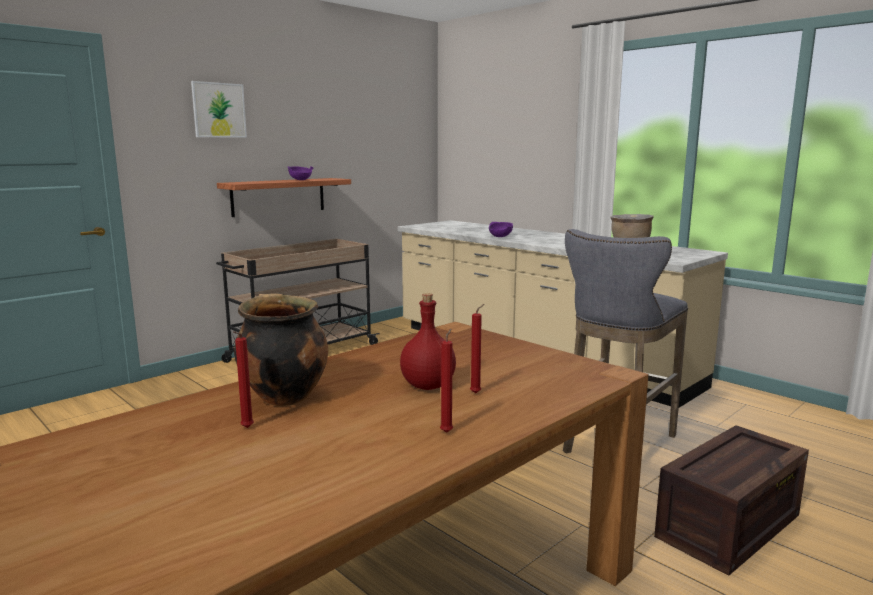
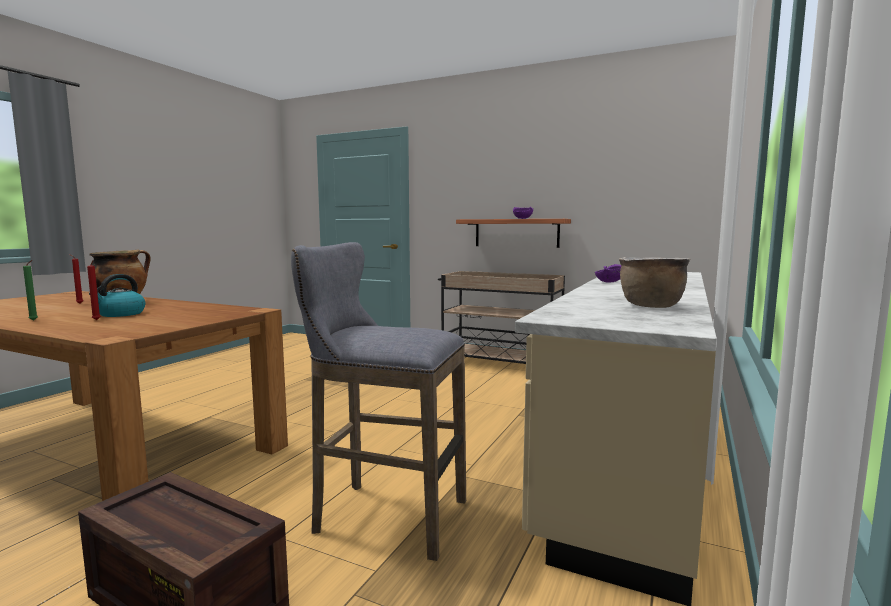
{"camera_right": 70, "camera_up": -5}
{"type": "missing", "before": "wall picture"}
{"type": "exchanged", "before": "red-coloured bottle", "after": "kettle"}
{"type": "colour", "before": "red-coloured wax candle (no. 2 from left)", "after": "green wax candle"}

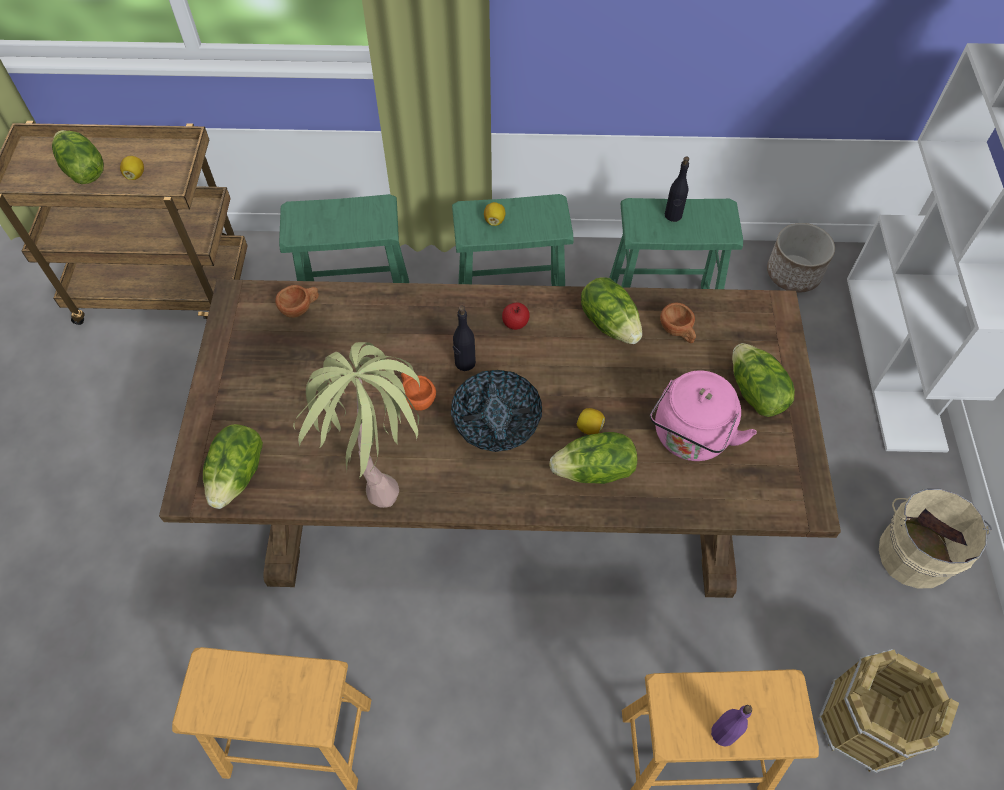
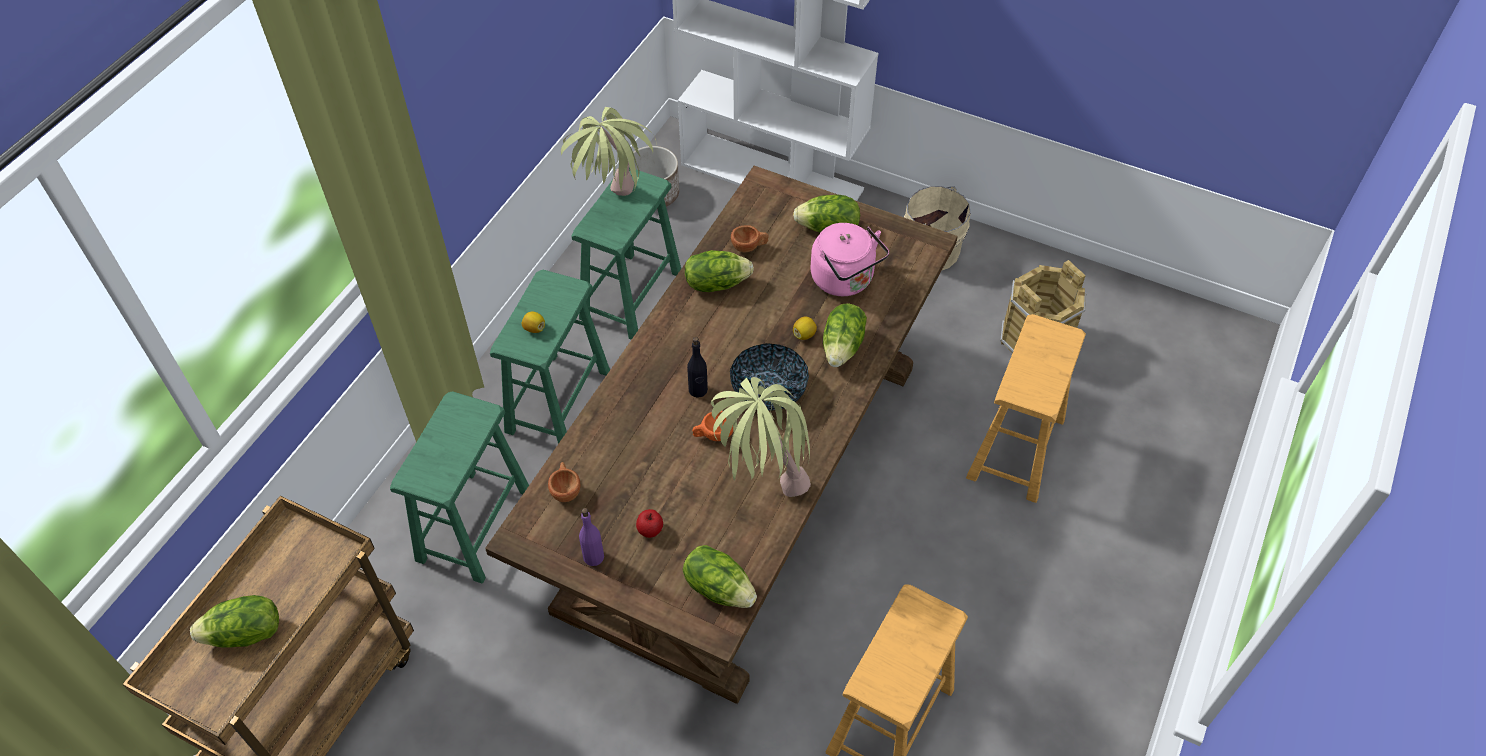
{"camera_right": -65, "camera_up": -5}
{"type": "missing", "before": "lemon (no. 1 from left)"}
{"type": "relocated", "before": "apple"}
{"type": "exchanged", "before": "black bottle (no. 2 from left)", "after": "plant in a pot (no. 1 from left)"}
{"type": "relocated", "before": "purple-coloured bottle"}

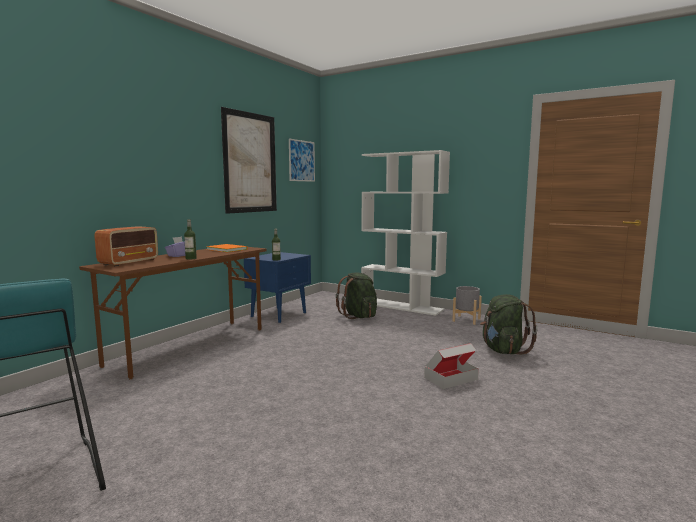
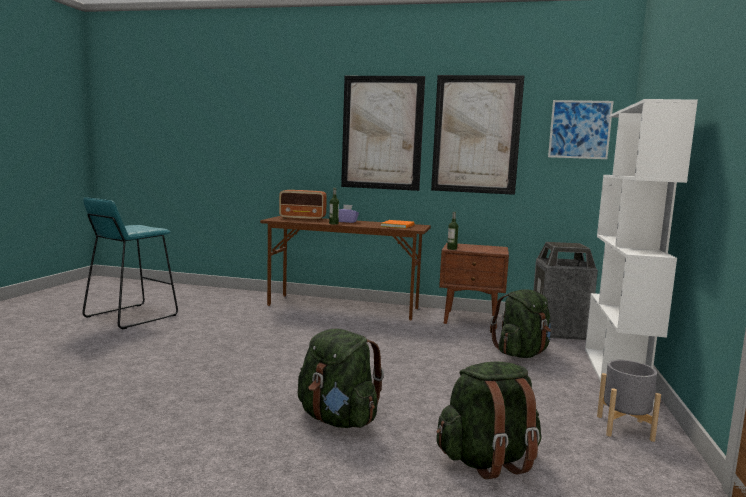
{"camera_right": 70, "camera_up": 0}
{"type": "colour", "before": "blue-coloured bedside table", "after": "brown bedside table"}
{"type": "exchanged", "before": "carton", "after": "green rucksack (no. 1 from left)"}
{"type": "appeared", "after": "wall picture (no. 1 from left)"}
{"type": "appeared", "after": "trash can"}

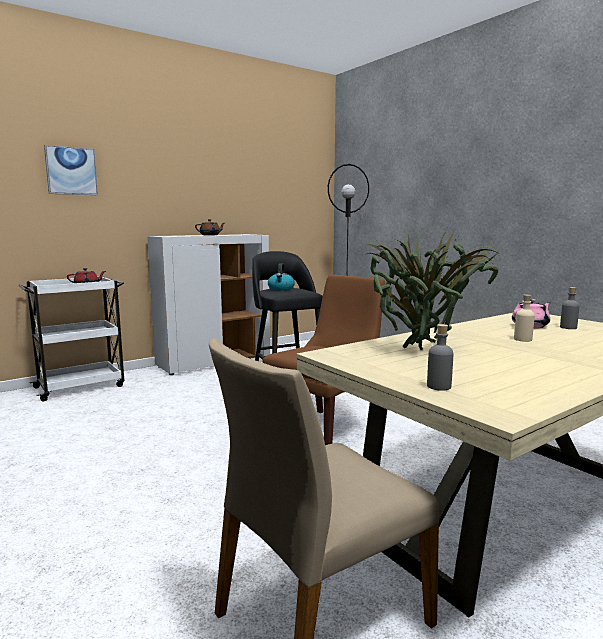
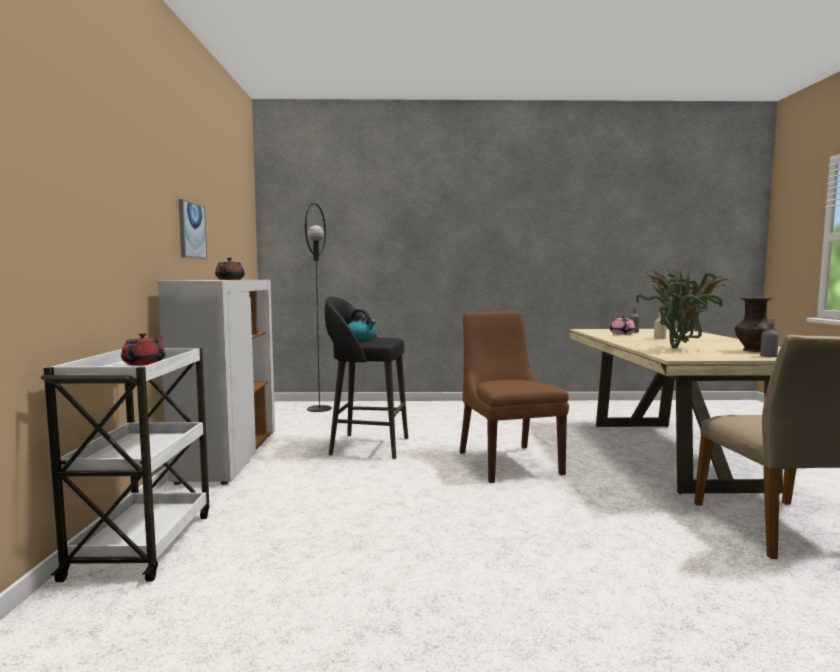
{"camera_right": -55, "camera_up": -5}
{"type": "relocated", "before": "wall picture"}
{"type": "appeared", "after": "brown flower vase"}

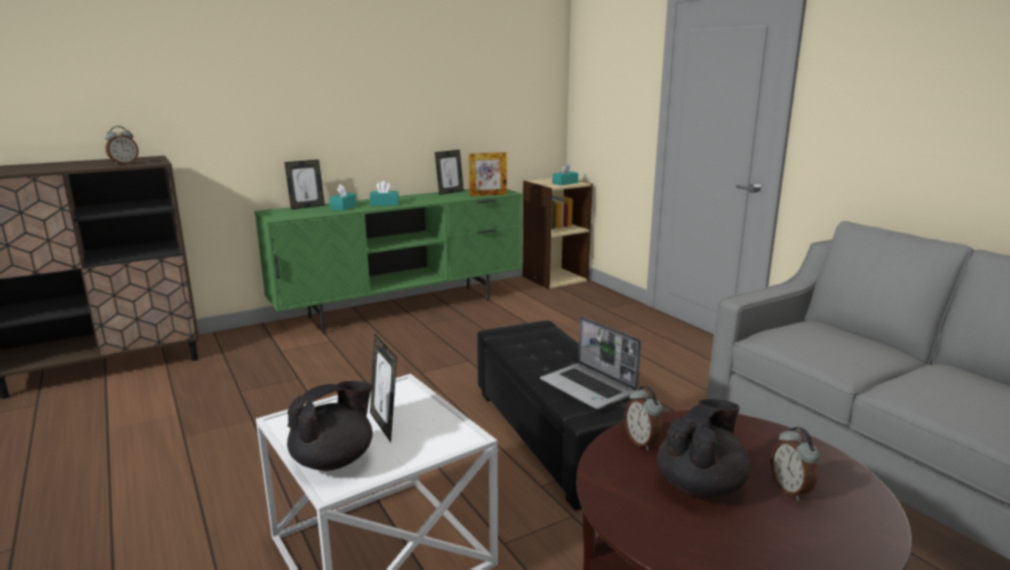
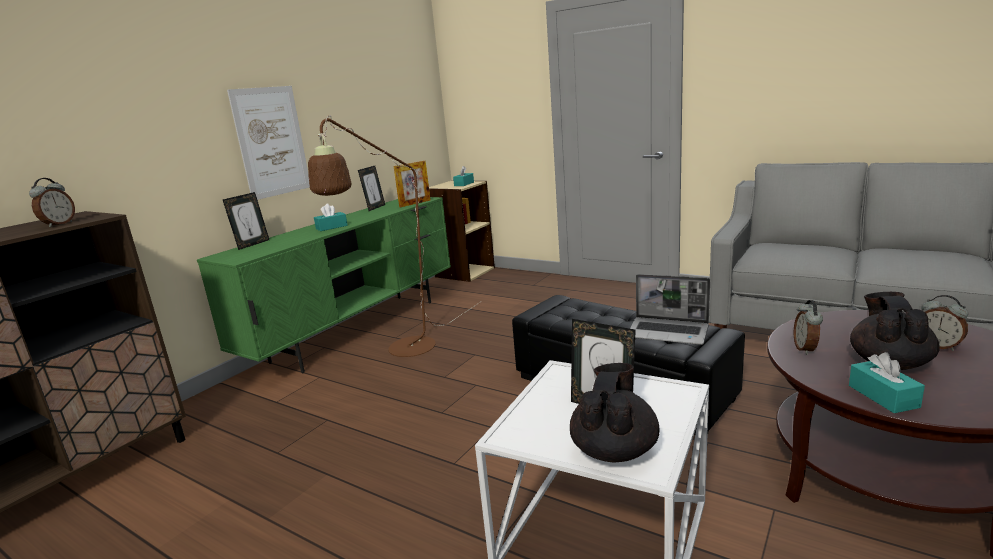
{"camera_right": -25, "camera_up": 0}
{"type": "relocated", "before": "turquoise-coloured tissue box (no. 1 from left in the first image)", "after": "turquoise-coloured tissue box (no. 3 from left)"}
{"type": "spun", "before": "alarm clock (no. 2 from left)", "turn": 60}
{"type": "appeared", "after": "wall picture"}
{"type": "appeared", "after": "brown standard lamp"}

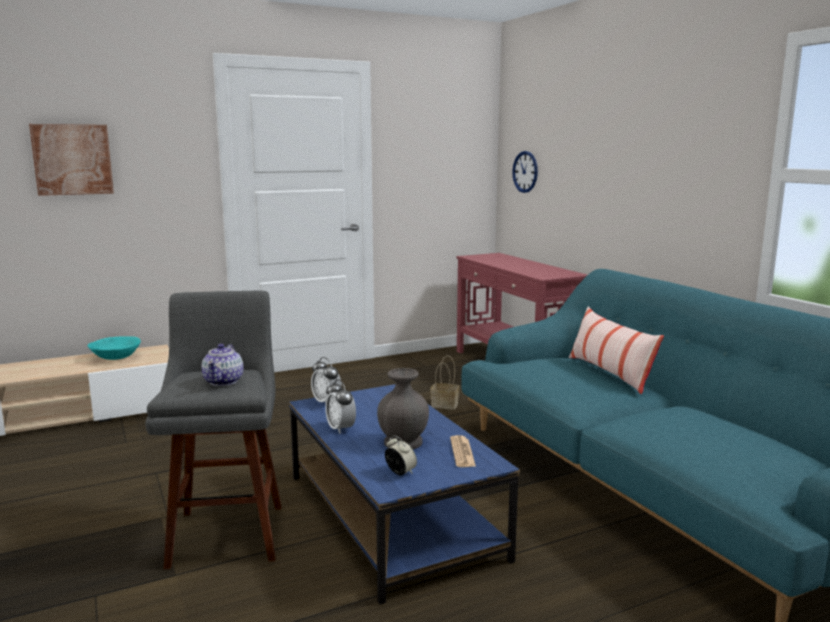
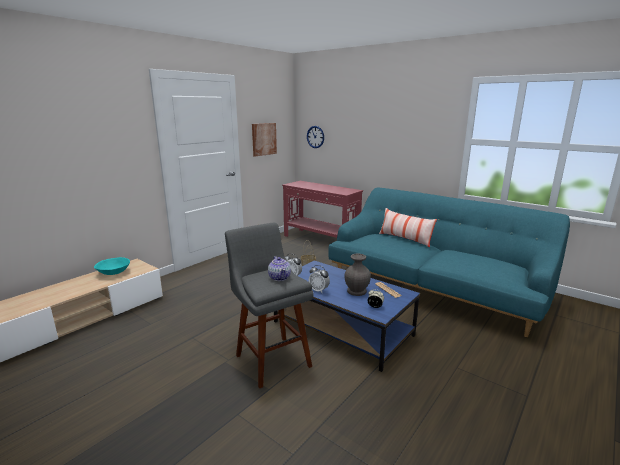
{"camera_right": -25, "camera_up": 5}
{"type": "relocated", "before": "wall picture"}

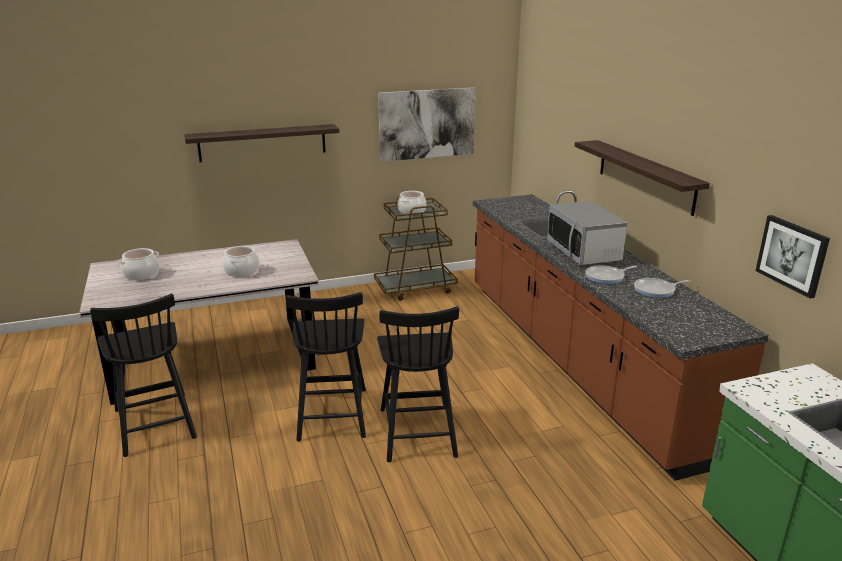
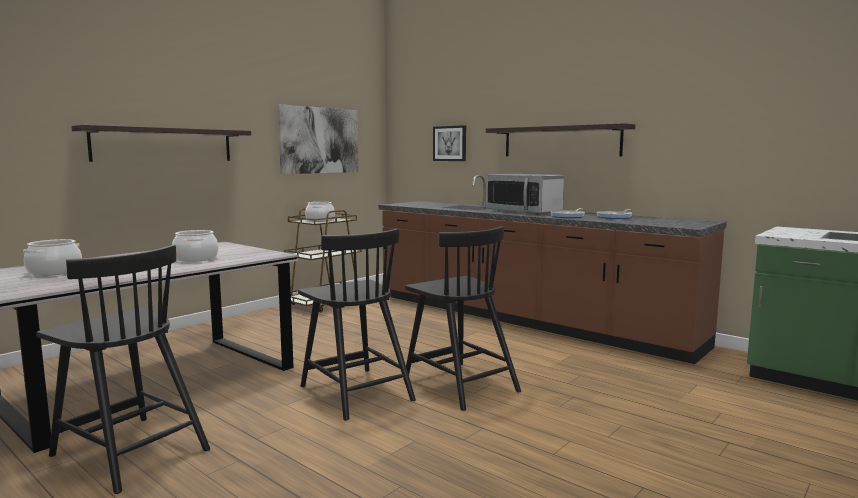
{"camera_right": -30, "camera_up": -15}
{"type": "relocated", "before": "wall picture (no. 2 from left)"}

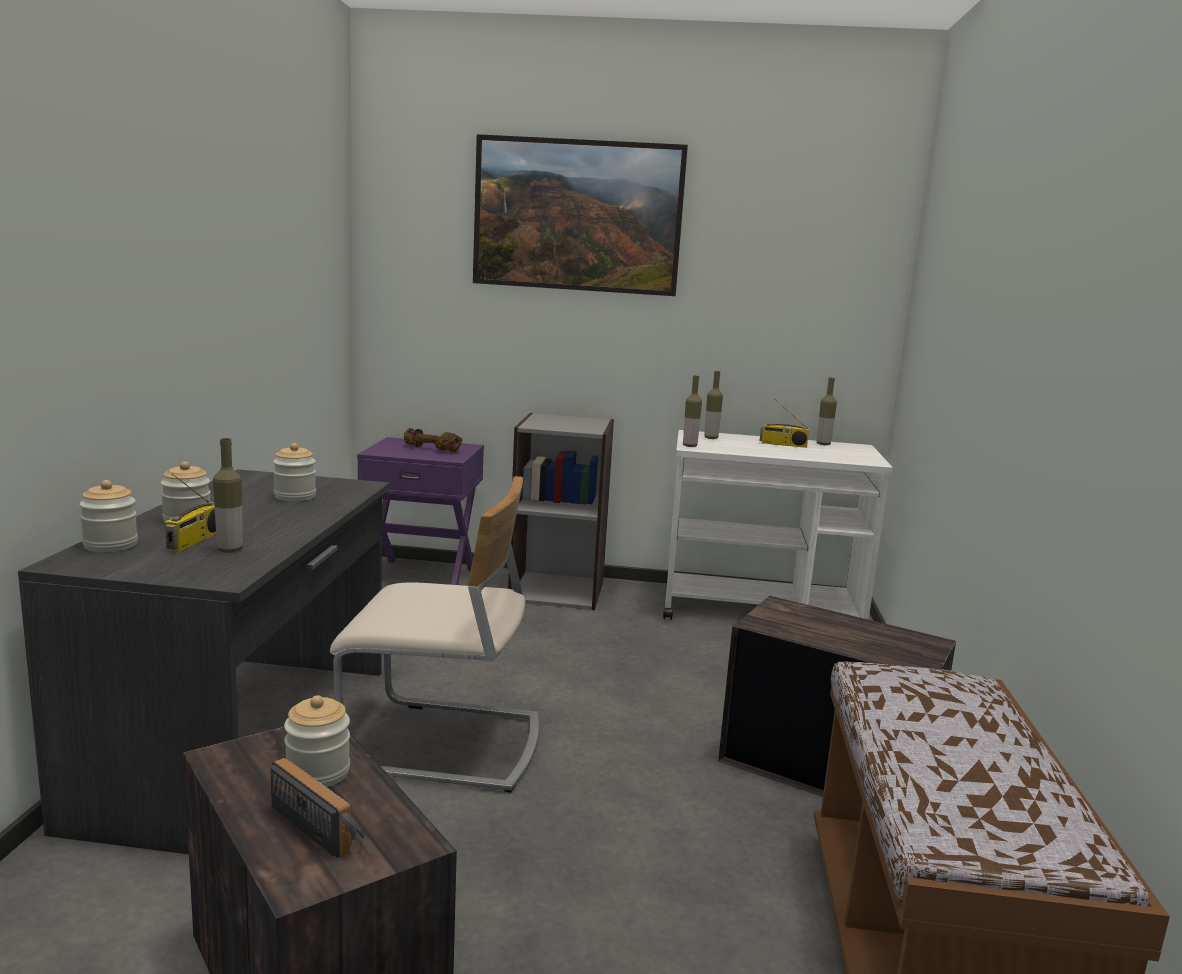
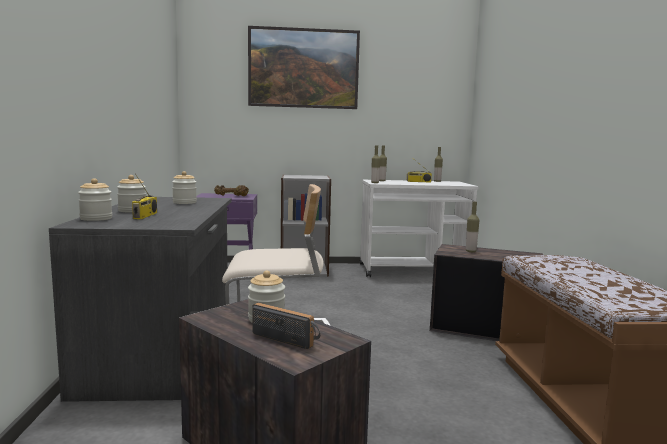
{"camera_right": -10, "camera_up": -5}
{"type": "relocated", "before": "bottle (no. 1 from left in the first image)", "after": "bottle (no. 4 from left)"}

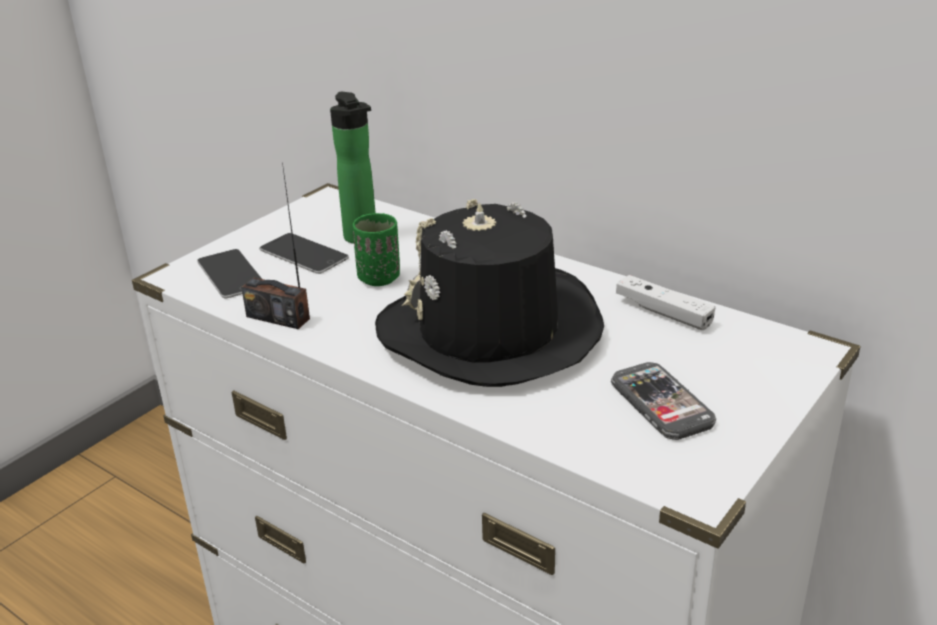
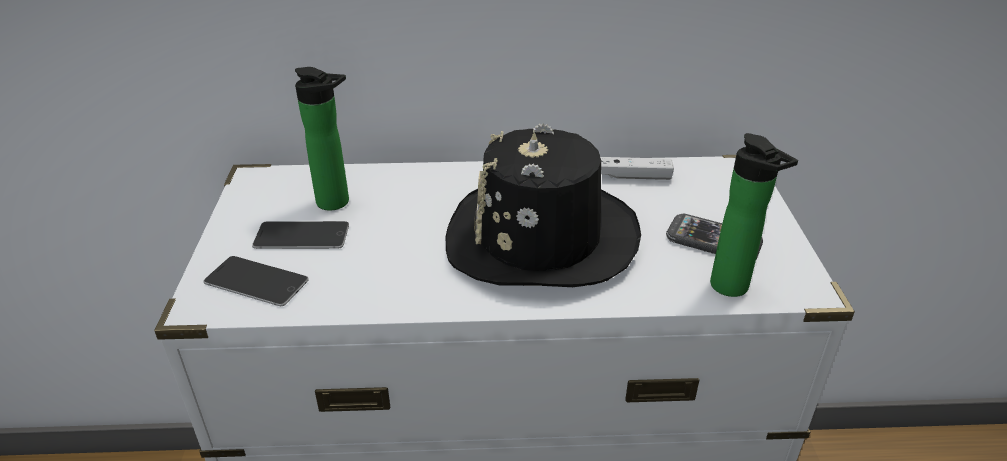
{"camera_right": -40, "camera_up": 5}
{"type": "missing", "before": "radio"}
{"type": "missing", "before": "green small cup"}
{"type": "appeared", "after": "bottle (no. 2 from left)"}

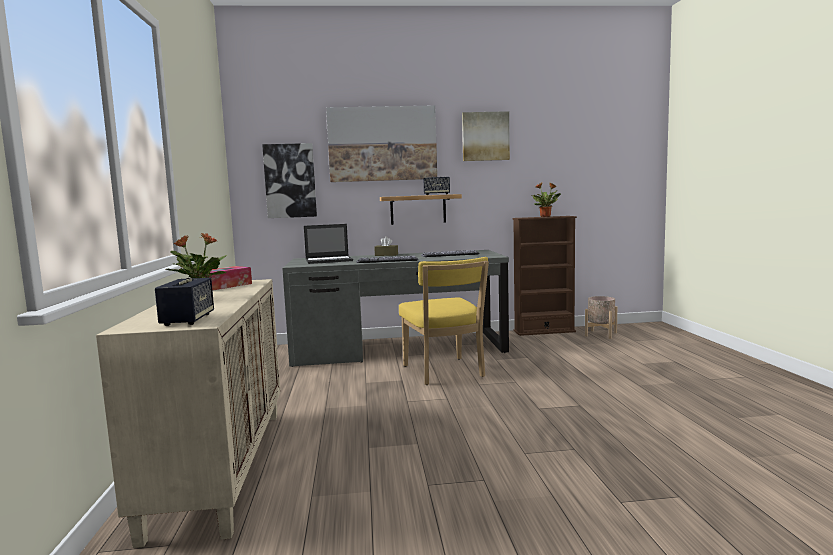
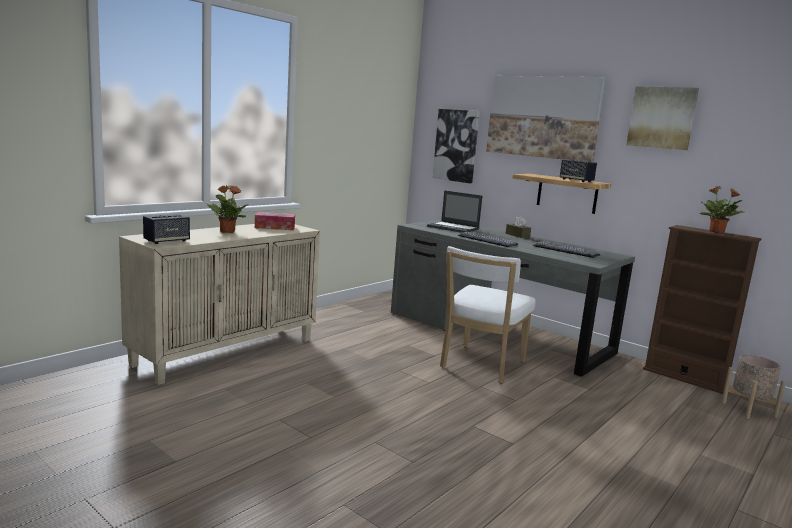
{"camera_right": 45, "camera_up": 5}
{"type": "colour", "before": "yellow-coloured plain chair", "after": "whitish plain chair"}

